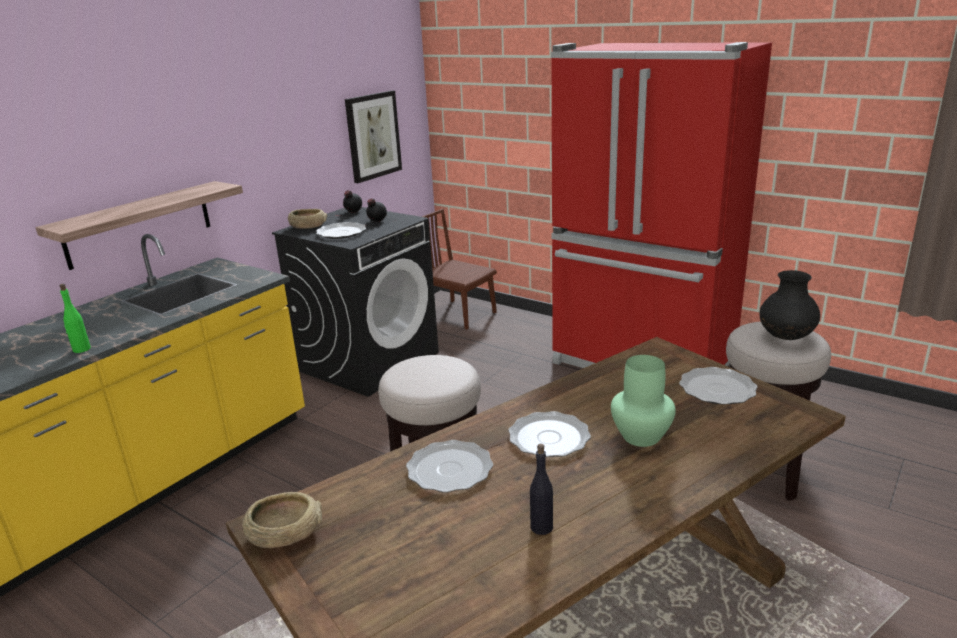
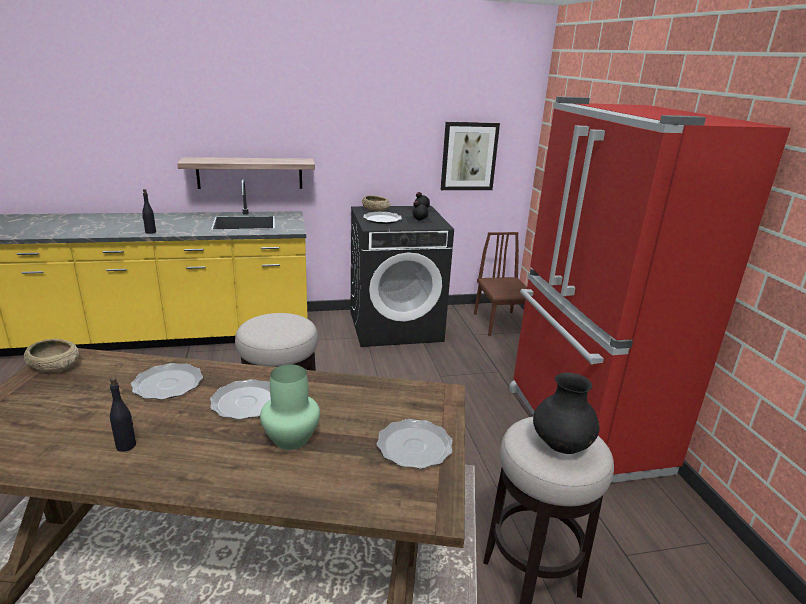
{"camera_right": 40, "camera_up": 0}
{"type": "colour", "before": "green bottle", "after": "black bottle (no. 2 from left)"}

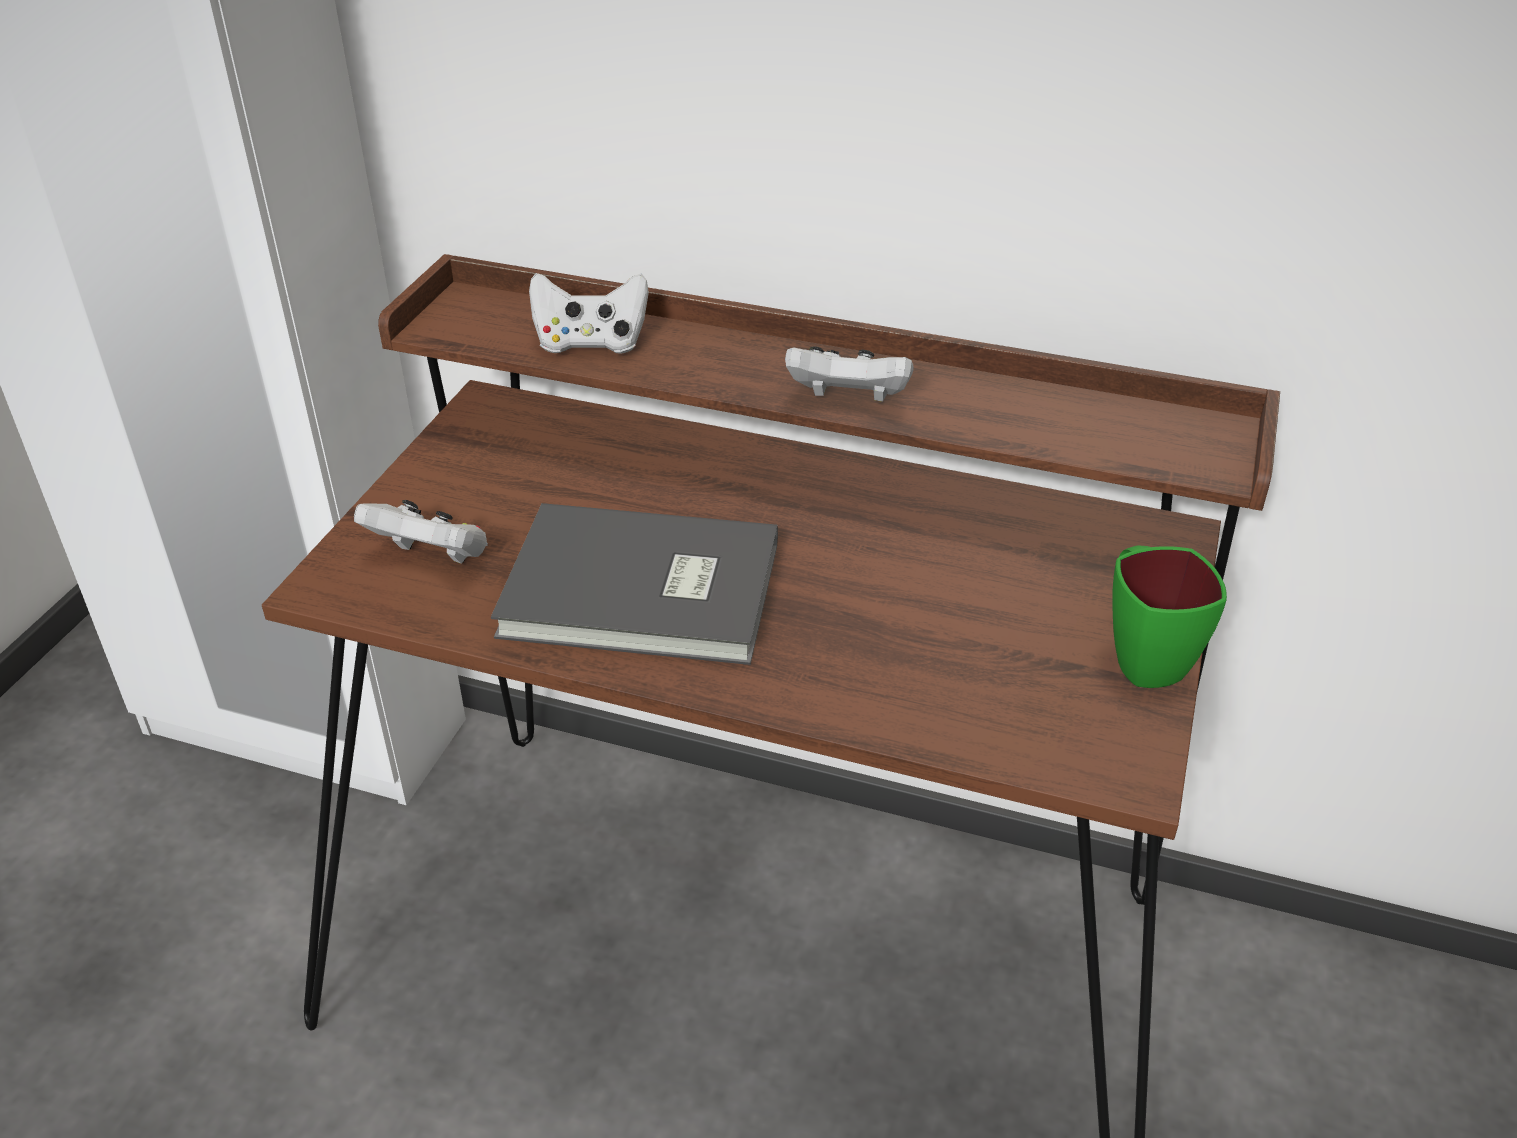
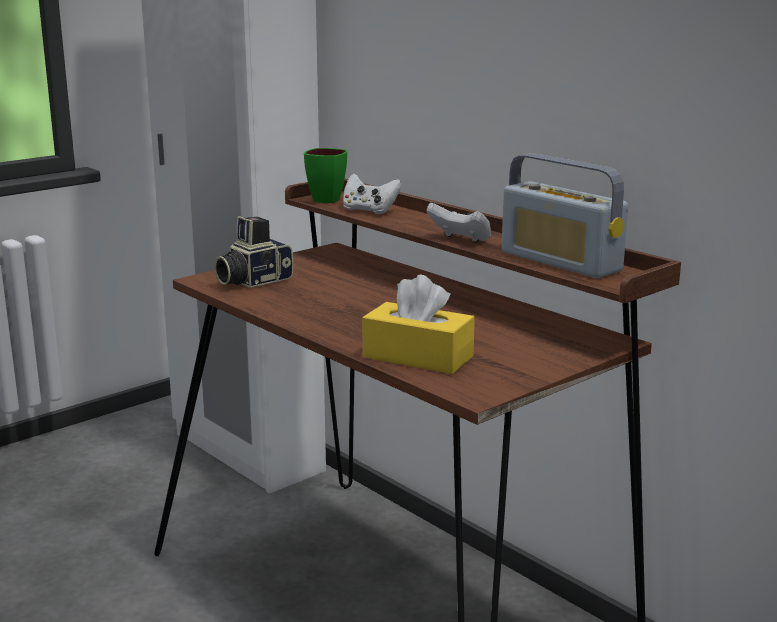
{"camera_right": 30, "camera_up": -20}
{"type": "exchanged", "before": "whitish gamepad (no. 1 from left)", "after": "photo camera"}
{"type": "missing", "before": "grey volume"}
{"type": "relocated", "before": "green mug"}
{"type": "appeared", "after": "yellow-coloured tissue box"}
{"type": "appeared", "after": "radio"}

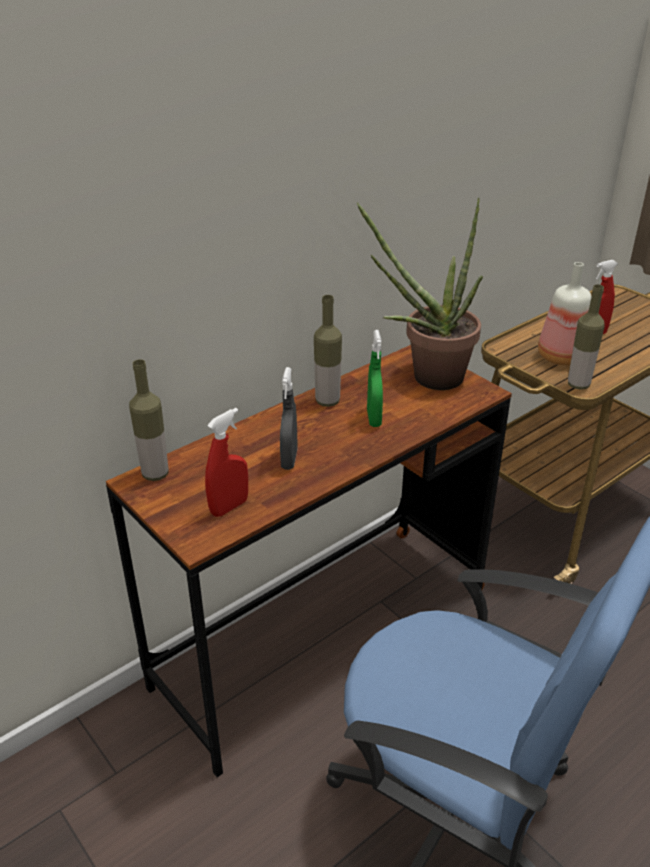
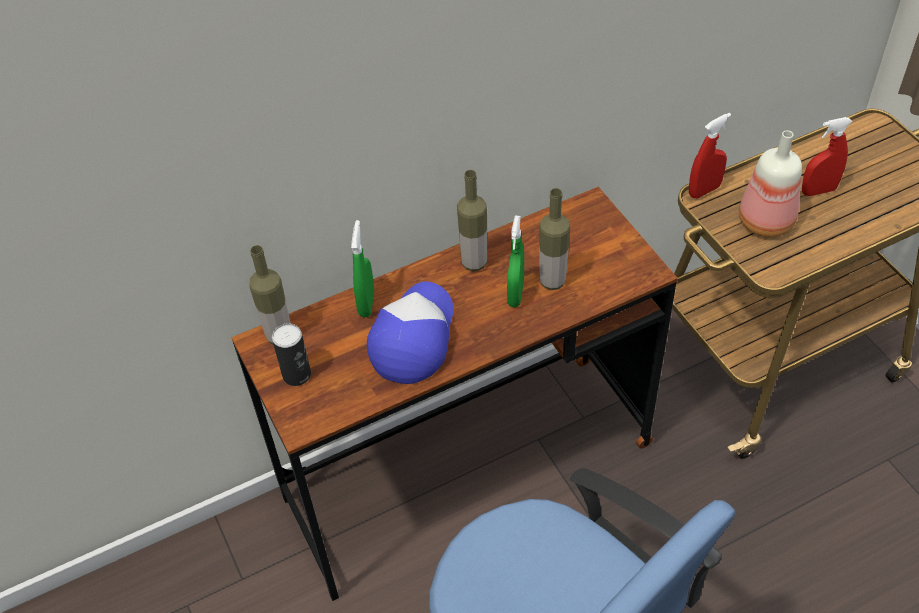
{"camera_right": 15, "camera_up": 15}
{"type": "relocated", "before": "red-coloured spray bottle (no. 1 from left)"}
{"type": "exchanged", "before": "grey spray bottle", "after": "cap"}
{"type": "missing", "before": "plant in a pot"}
{"type": "relocated", "before": "bottle (no. 4 from left in the first image)", "after": "bottle (no. 3 from left)"}
{"type": "appeared", "after": "can"}
{"type": "appeared", "after": "green spray bottle (no. 1 from left)"}

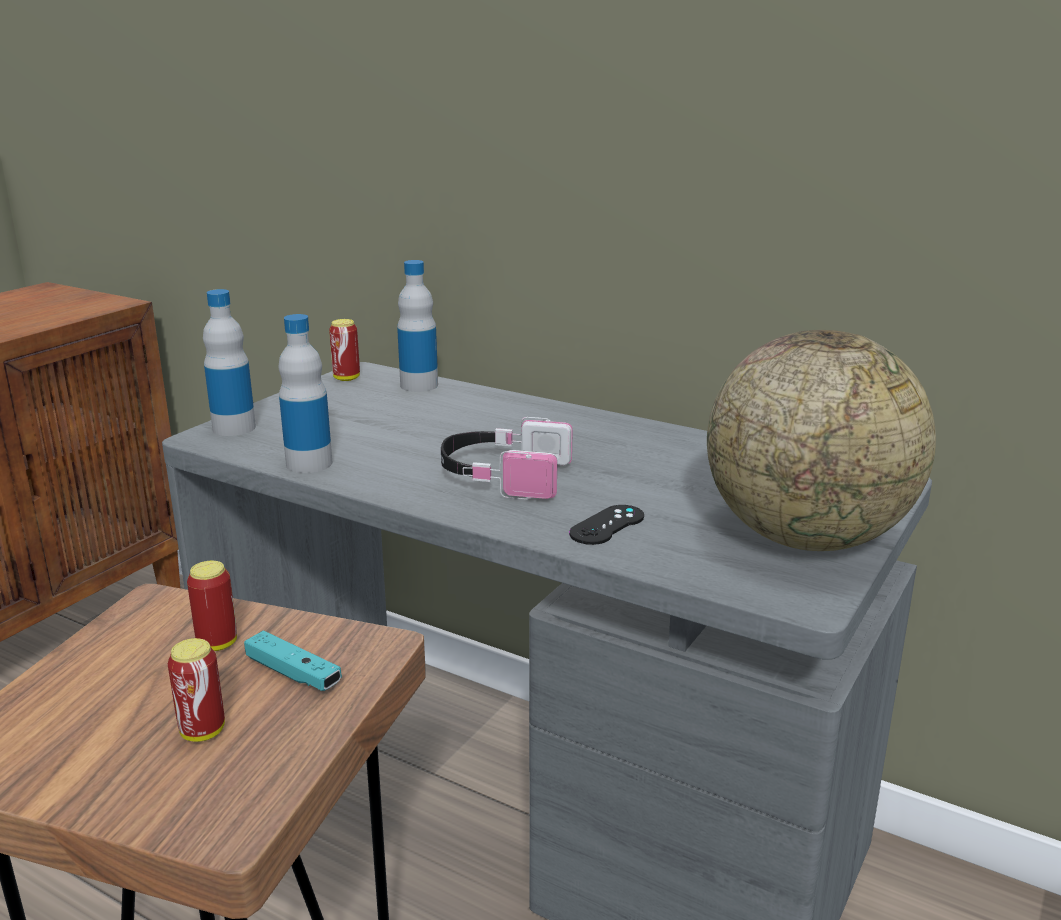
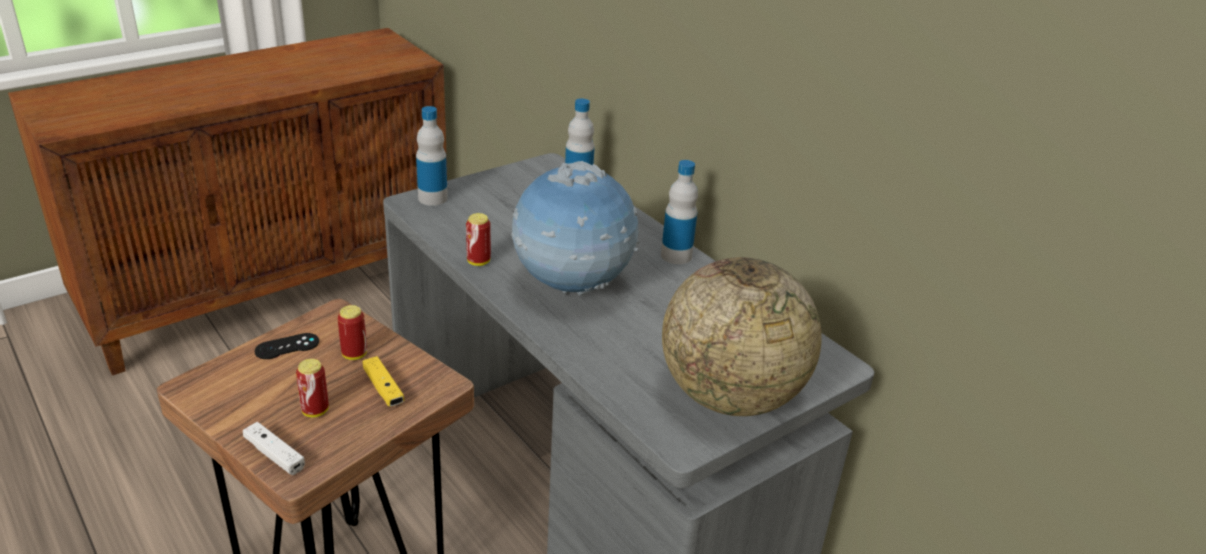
{"camera_right": 20, "camera_up": 10}
{"type": "colour", "before": "turquoise-coloured gamepad", "after": "yellow-coloured gamepad"}
{"type": "relocated", "before": "bottle (no. 2 from left in the first image)", "after": "bottle (no. 3 from left)"}
{"type": "relocated", "before": "can (no. 3 from left)"}
{"type": "exchanged", "before": "pair of headphones", "after": "desk globe (no. 1 from left)"}
{"type": "relocated", "before": "black gamepad"}
{"type": "appeared", "after": "whitish gamepad"}

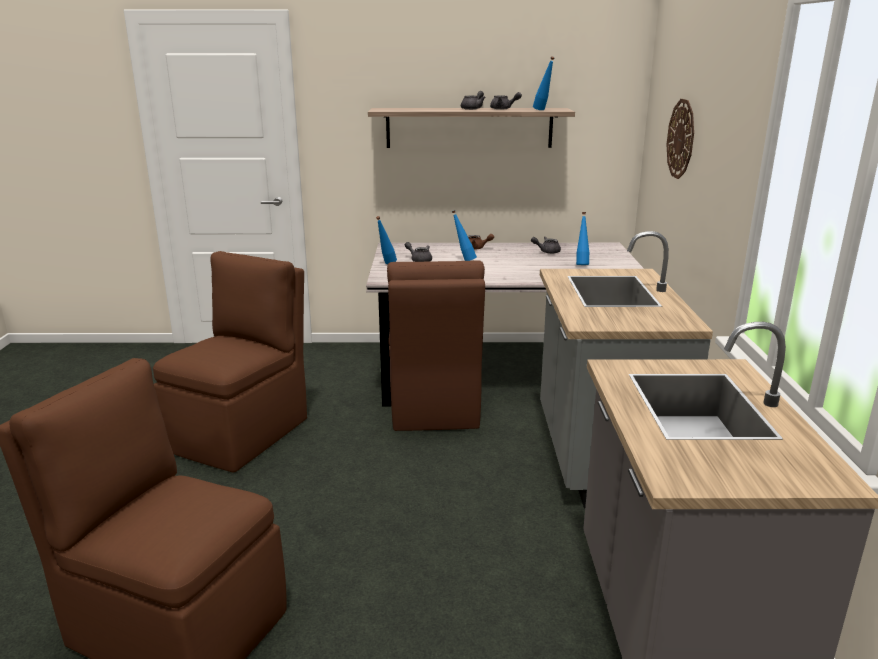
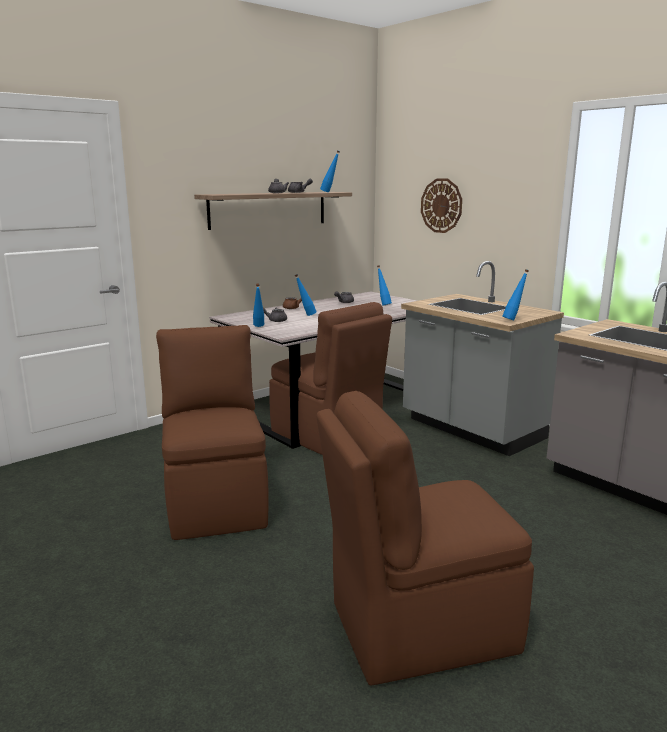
{"camera_right": -40, "camera_up": -5}
{"type": "appeared", "after": "blue-coloured bottle (no. 5 from left)"}

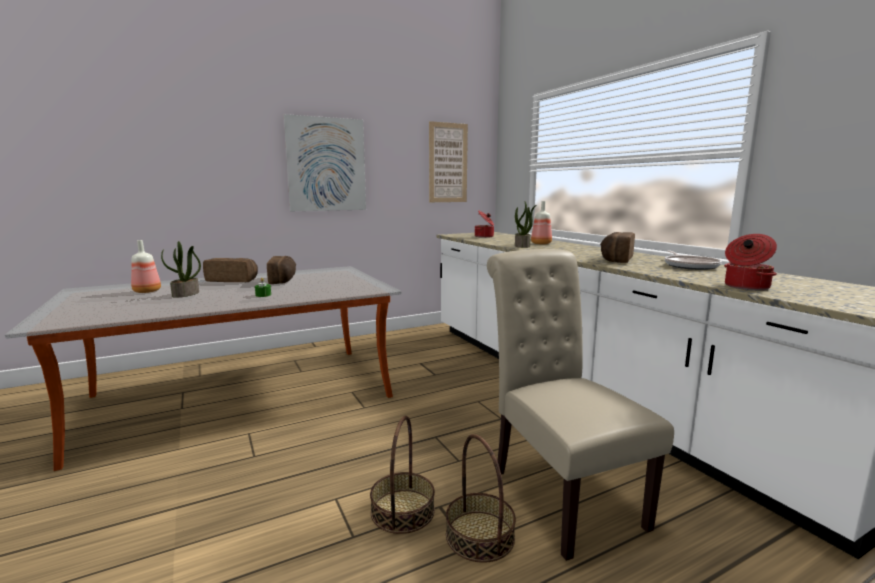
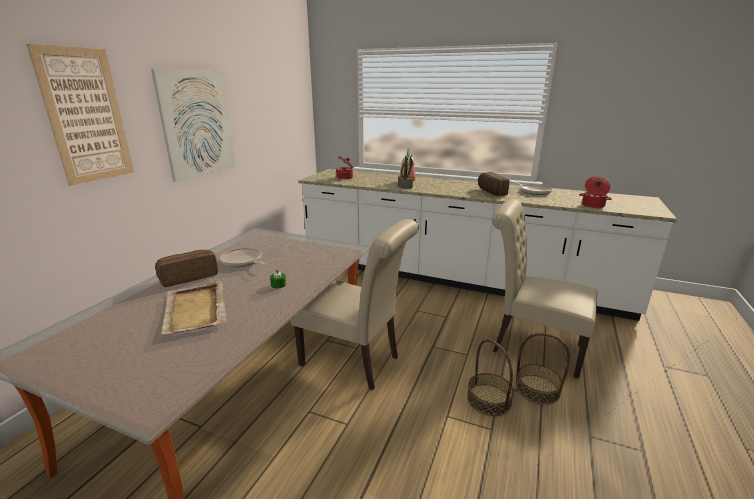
{"camera_right": -40, "camera_up": 10}
{"type": "missing", "before": "bottle (no. 1 from left)"}
{"type": "exchanged", "before": "plant in a pot (no. 1 from left)", "after": "beige-coloured carrying tray"}
{"type": "exchanged", "before": "baked bread (no. 2 from left)", "after": "skillet (no. 1 from left)"}
{"type": "relocated", "before": "wall picture (no. 2 from left in the first image)", "after": "wall picture (no. 1 from left)"}
{"type": "appeared", "after": "beige-coloured plain chair (no. 1 from left)"}

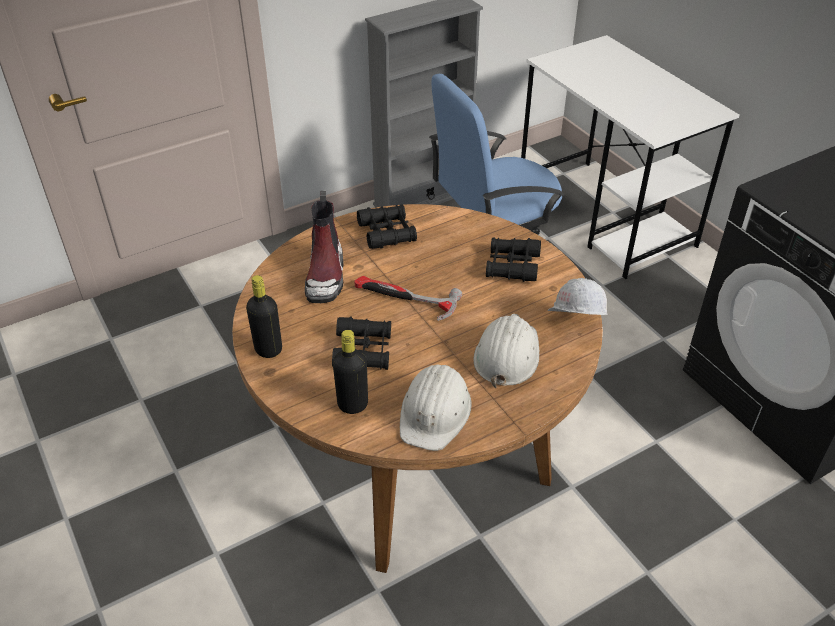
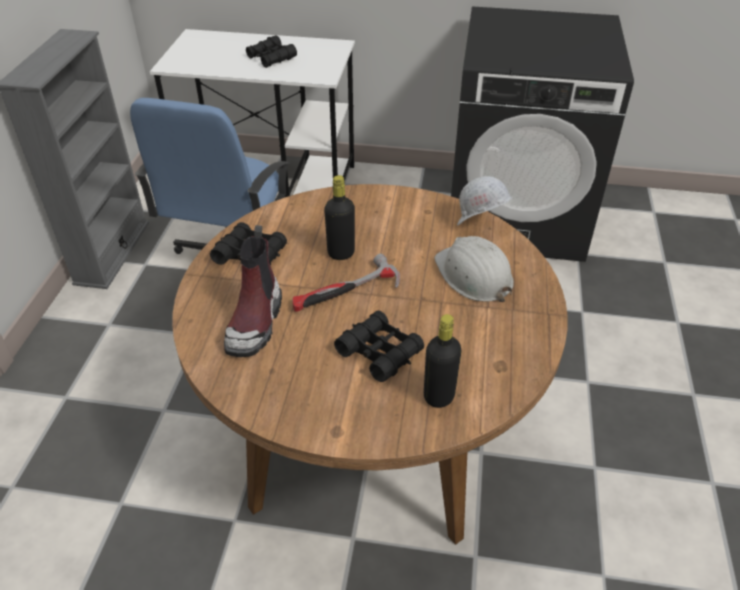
{"camera_right": -50, "camera_up": 0}
{"type": "relocated", "before": "black bottle (no. 1 from left)"}
{"type": "spun", "before": "high-top boot", "turn": 60}
{"type": "missing", "before": "whitish work helmet (no. 1 from left)"}
{"type": "relocated", "before": "black binoculars (no. 3 from left in the first image)", "after": "black binoculars (no. 2 from left)"}

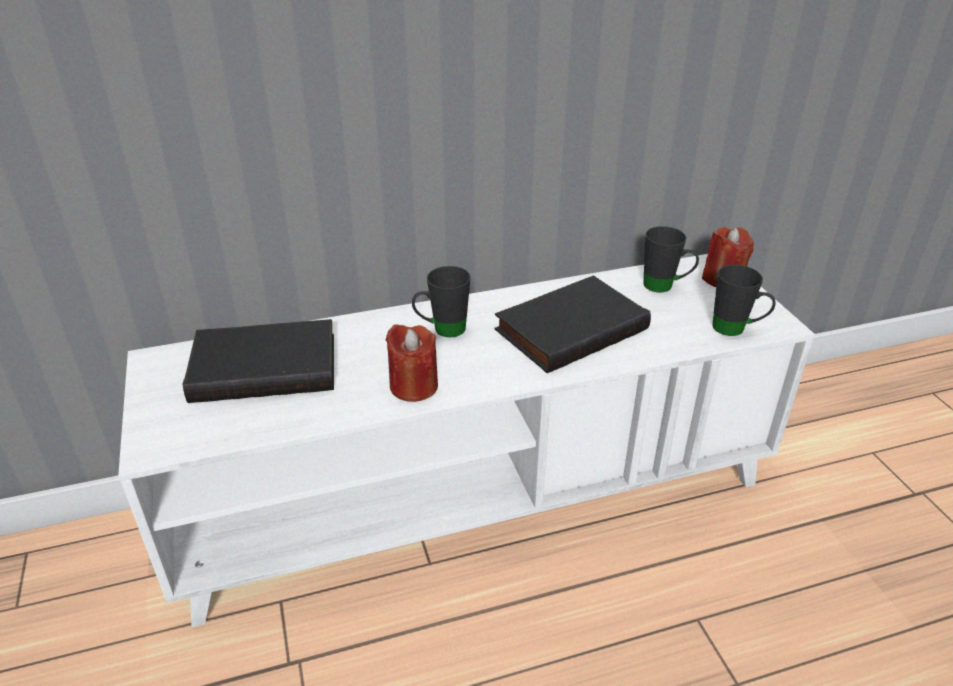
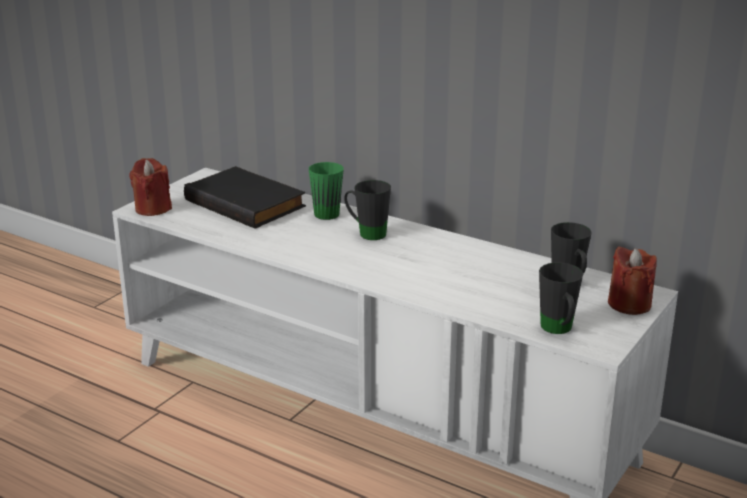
{"camera_right": 50, "camera_up": -10}
{"type": "relocated", "before": "red-coloured wax candle (no. 1 from left)"}
{"type": "missing", "before": "black volume (no. 2 from left)"}
{"type": "appeared", "after": "green mug"}

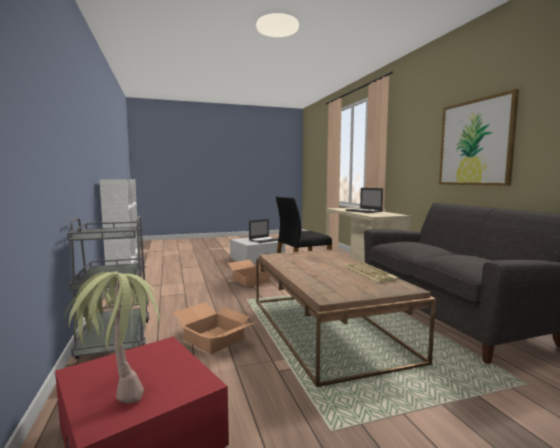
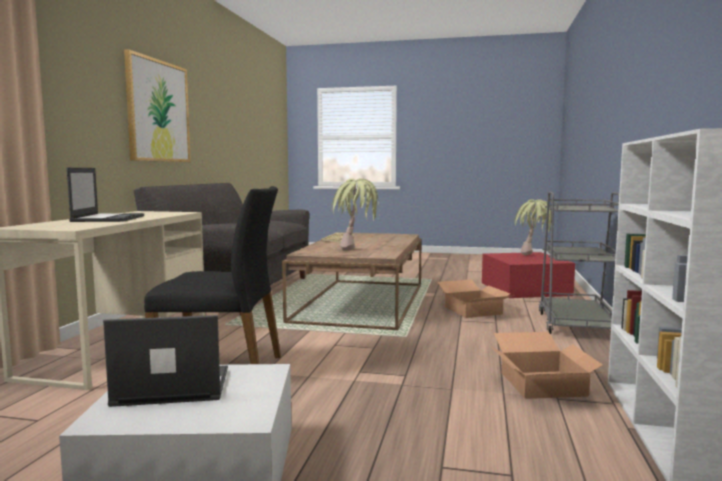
{"camera_right": -150, "camera_up": 0}
{"type": "relocated", "before": "carton (no. 2 from left)"}
{"type": "appeared", "after": "plant in a pot (no. 1 from left)"}

